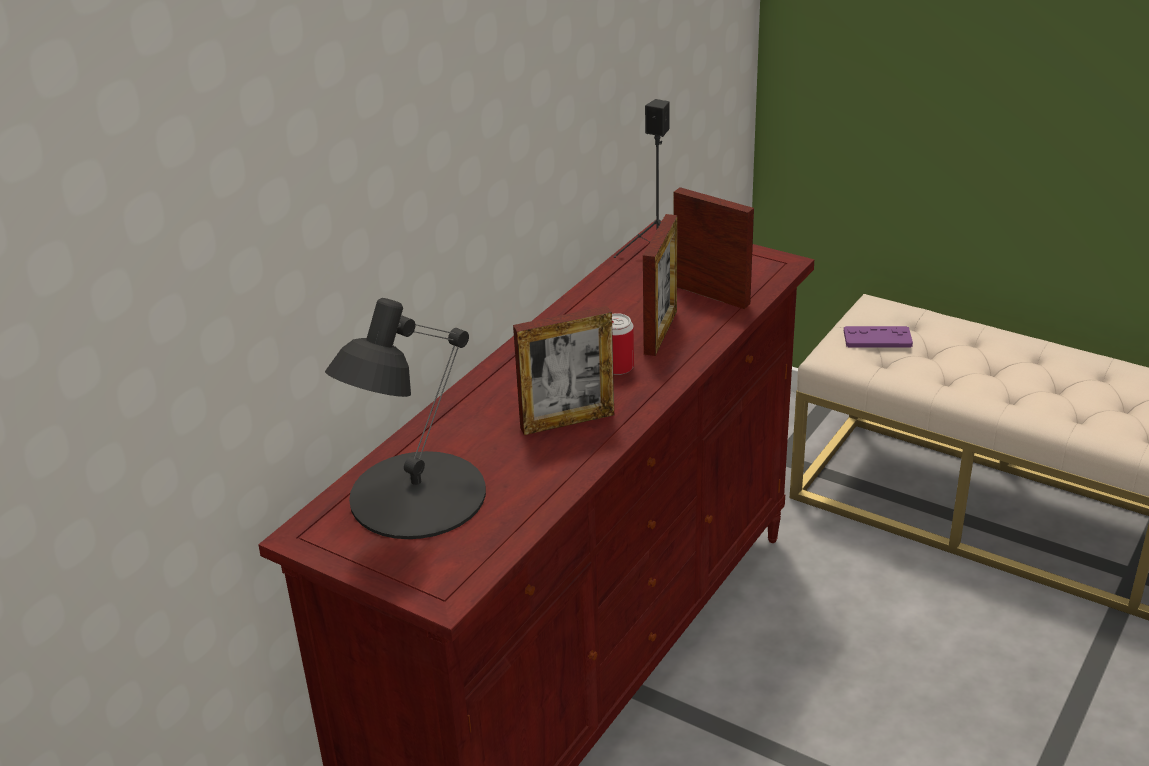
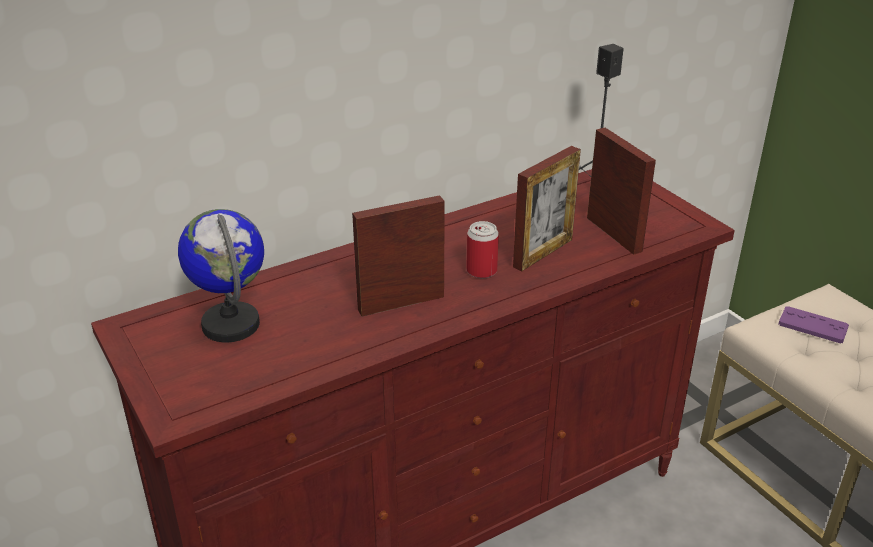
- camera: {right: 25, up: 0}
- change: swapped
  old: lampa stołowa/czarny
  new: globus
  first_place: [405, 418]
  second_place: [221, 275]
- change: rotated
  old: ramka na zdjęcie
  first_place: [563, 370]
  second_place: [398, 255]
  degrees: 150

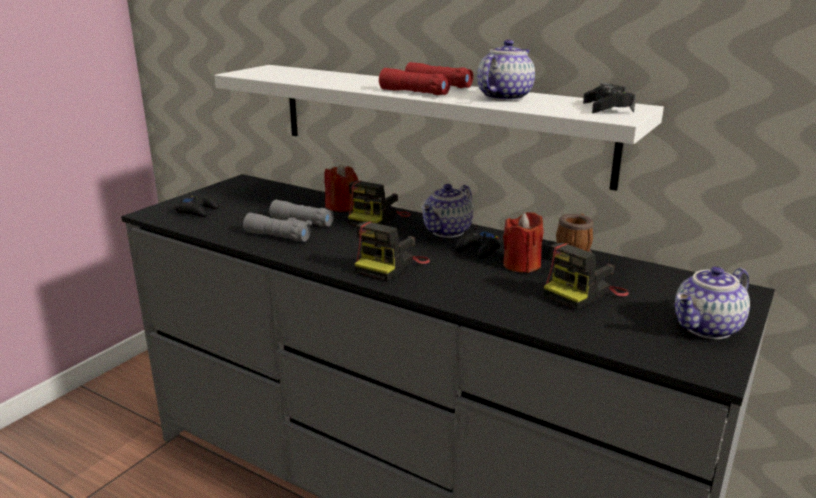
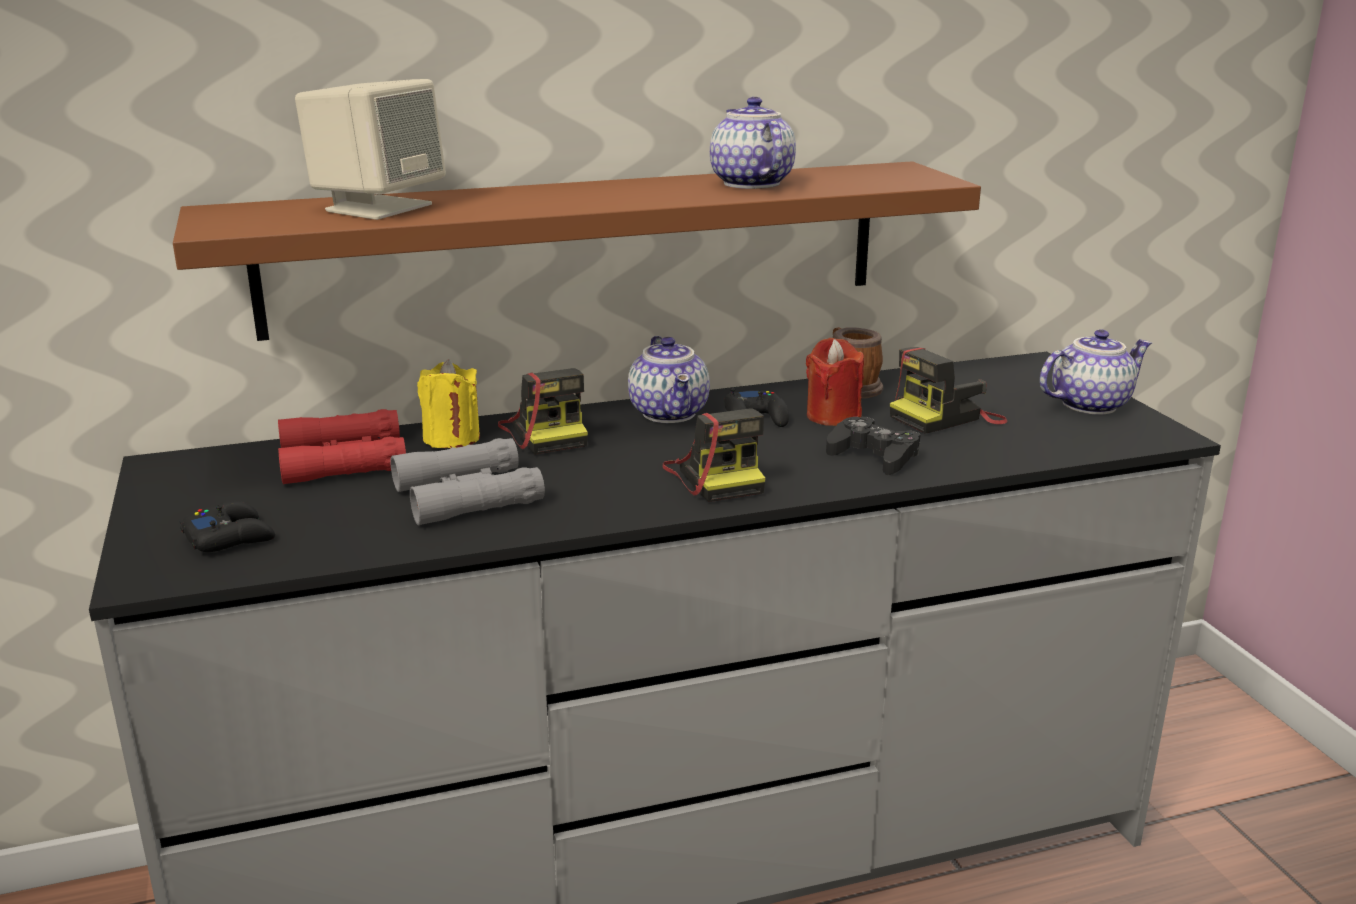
- camera: {right: -50, up: 0}
- change: shifted
  old: lornetka/czerwony
  first_place: [426, 78]
  second_place: [342, 446]
- change: repainted
  old: półka/biały
  new: półka/brązowy
  first_place: [439, 128]
  second_place: [577, 251]
- change: shifted
  old: pad do gier/czarny
  first_place: [609, 98]
  second_place: [873, 446]
- change: repainted
  old: świeca/czerwony
  new: świeca/żółty
  first_place: [341, 188]
  second_place: [448, 403]
- change: rotated
  old: aparat fotograficzny
  first_place: [586, 276]
  second_place: [949, 390]
  degrees: 60
- change: rotated
  old: imbryk
  first_place: [712, 302]
  second_place: [1096, 372]
  degrees: -120
- change: new
  new: głośnik/beżowy
  second_place: [370, 149]

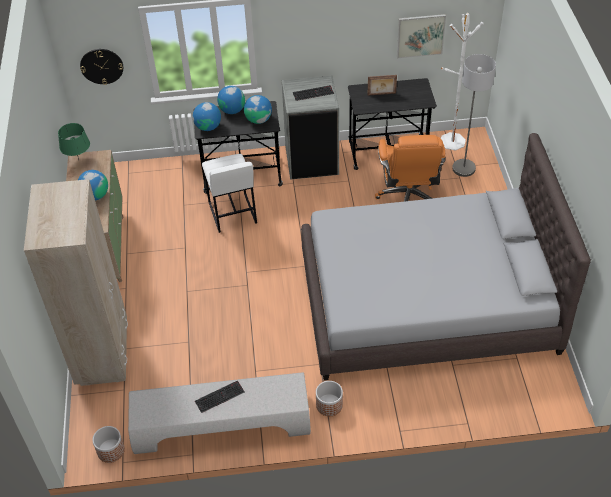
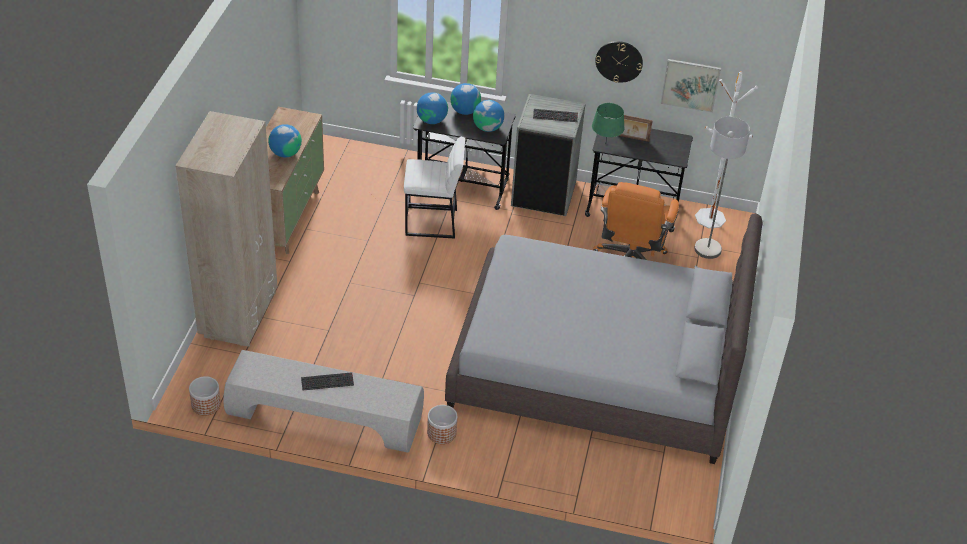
- camera: {right: 15, up: -5}
- change: shifted
  old: zegar ścienny
  first_place: [101, 67]
  second_place: [619, 62]
- change: shifted
  old: lampa stołowa/zielony
  first_place: [74, 141]
  second_place: [608, 122]
- change: rotated
  old: krzesło/biały
  first_place: [229, 193]
  second_place: [434, 188]
  degrees: -90

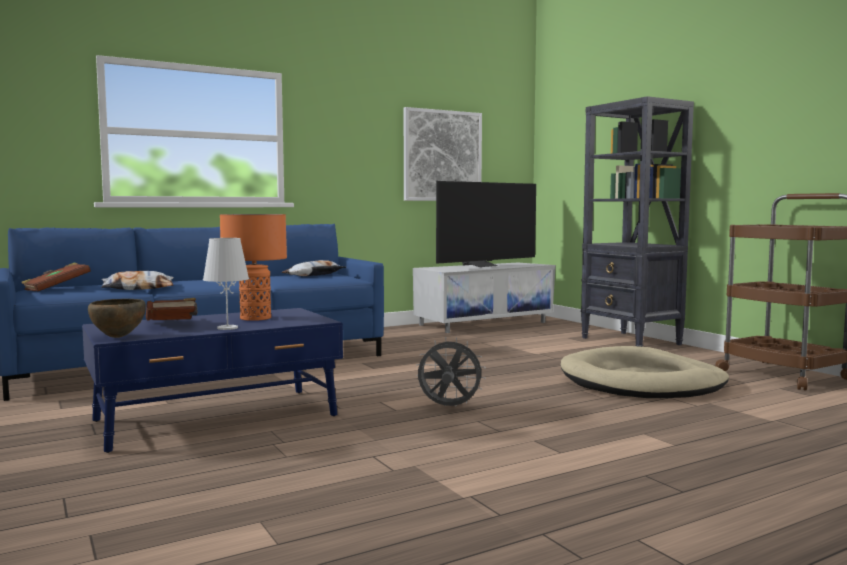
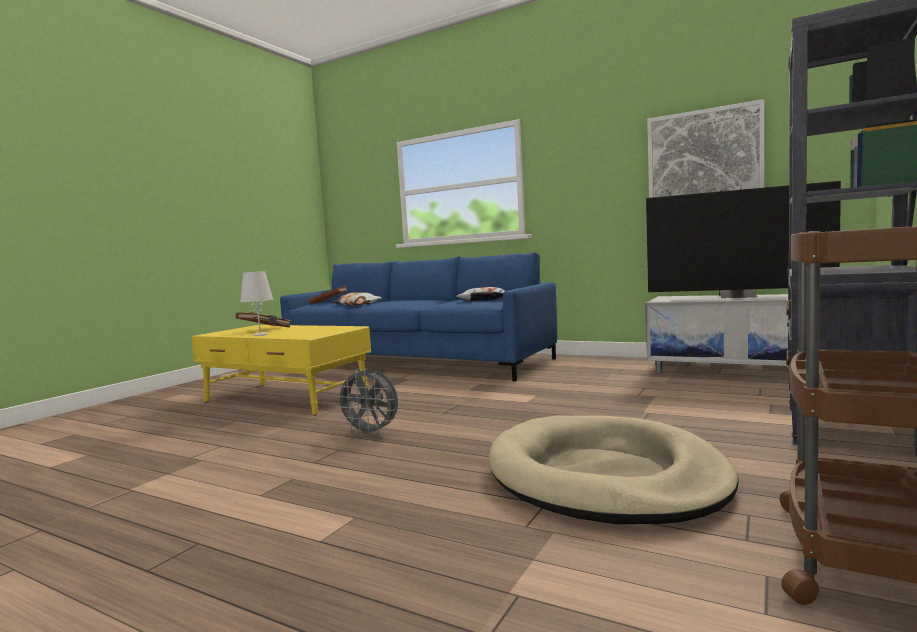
- camera: {right: 60, up: 0}
- change: gone
  old: lampa stołowa/pomarańczowy
  first_place: [253, 267]
- change: gone
  old: miska/brązowy
  first_place: [117, 318]
- change: repainted
  old: ława/niebieski
  new: ława/żółty
  first_place: [212, 380]
  second_place: [281, 370]
- change: rotated
  old: wentylator/szary
  first_place: [451, 371]
  second_place: [366, 402]
  degrees: 135

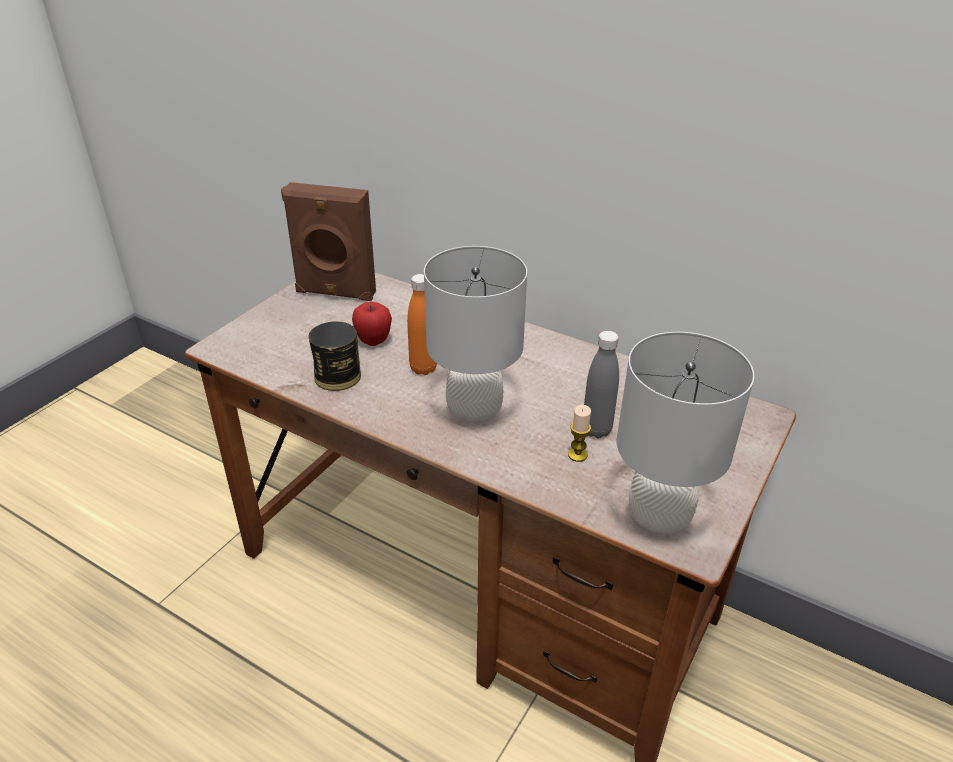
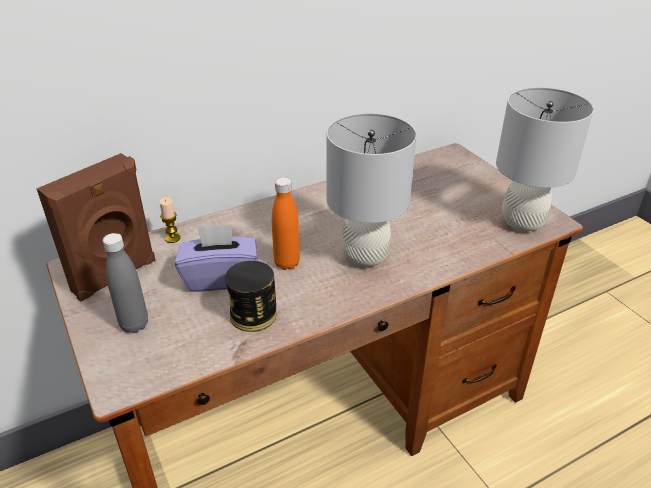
- camera: {right: -60, up: 0}
- change: swapped
  old: jabłko
  new: pudełko chusteczek/fioletowy
  first_place: [372, 324]
  second_place: [216, 258]
- change: shifted
  old: butelka/szary
  first_place: [601, 384]
  second_place: [125, 283]
- change: shifted
  old: świeca
  first_place: [579, 433]
  second_place: [169, 220]

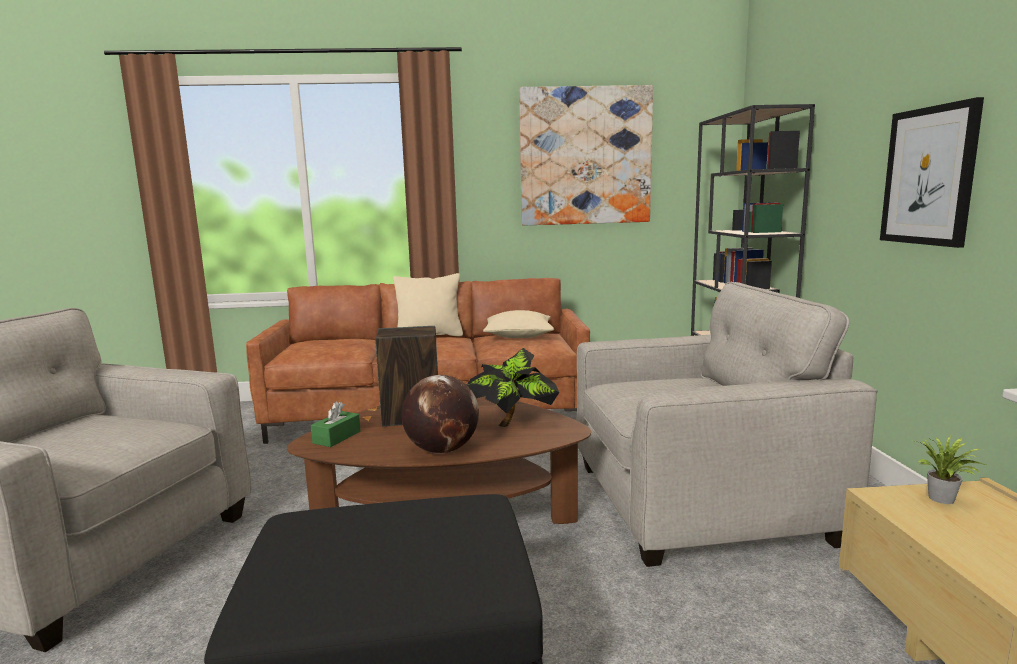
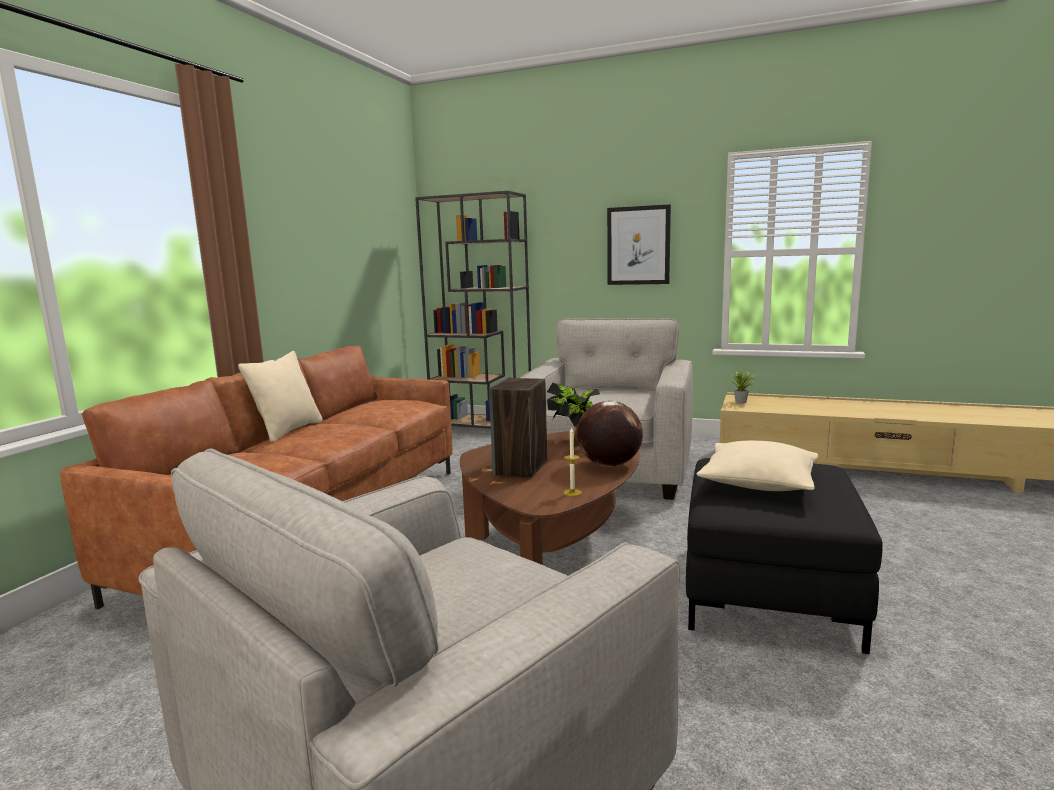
- camera: {right: -65, up: 0}
- change: gone
  old: obraz
  first_place: [586, 155]
- change: shifted
  old: poduszka/beżowy
  first_place: [518, 324]
  second_place: [757, 466]
- change: gone
  old: pudełko chusteczek/zielony
  first_place: [335, 424]
- change: new
  new: świeca
  second_place: [573, 461]

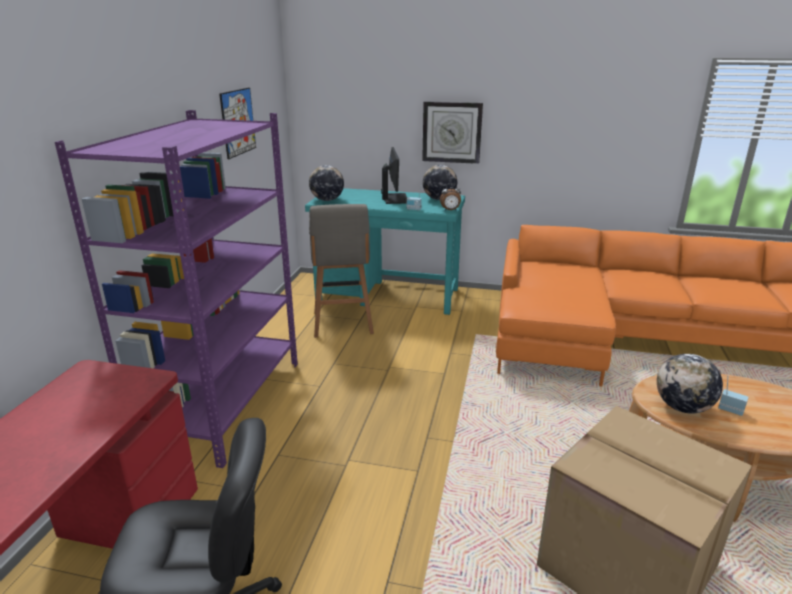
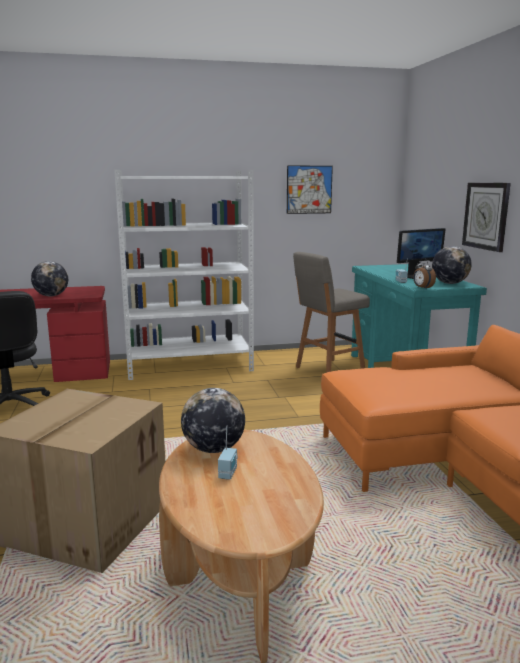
- camera: {right: 65, up: -10}
- change: repainted
  old: regał/fioletowy
  new: regał/biały
  first_place: [176, 289]
  second_place: [184, 275]
- change: shifted
  old: globus
  first_place: [326, 183]
  second_place: [49, 278]

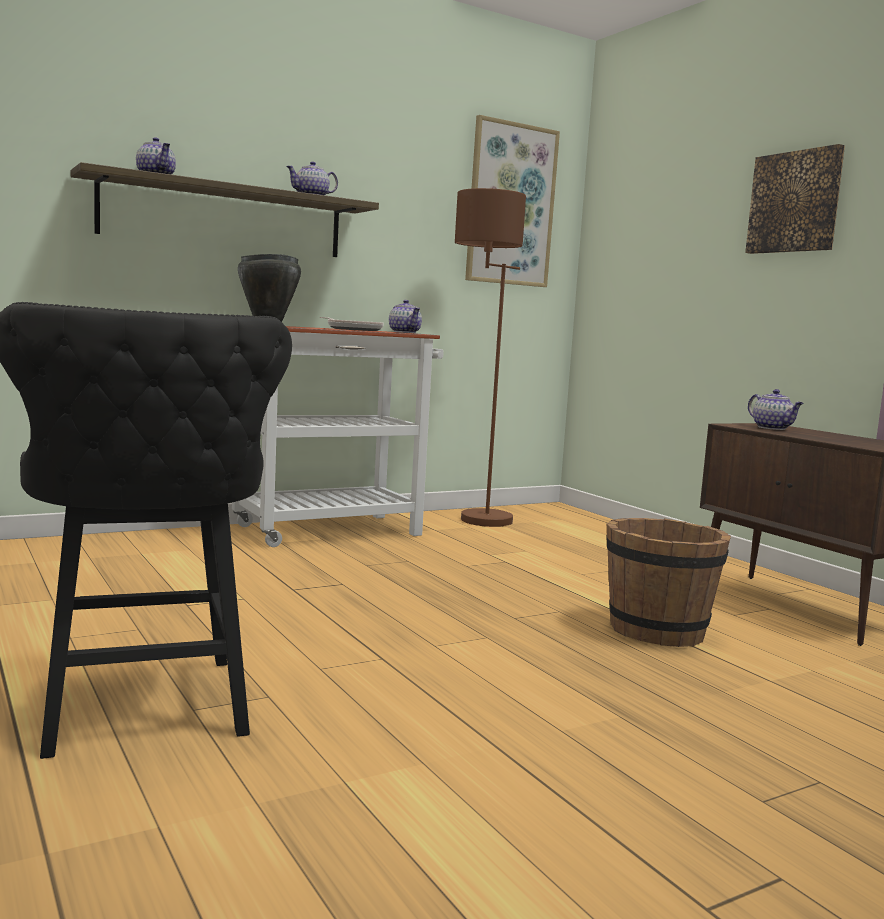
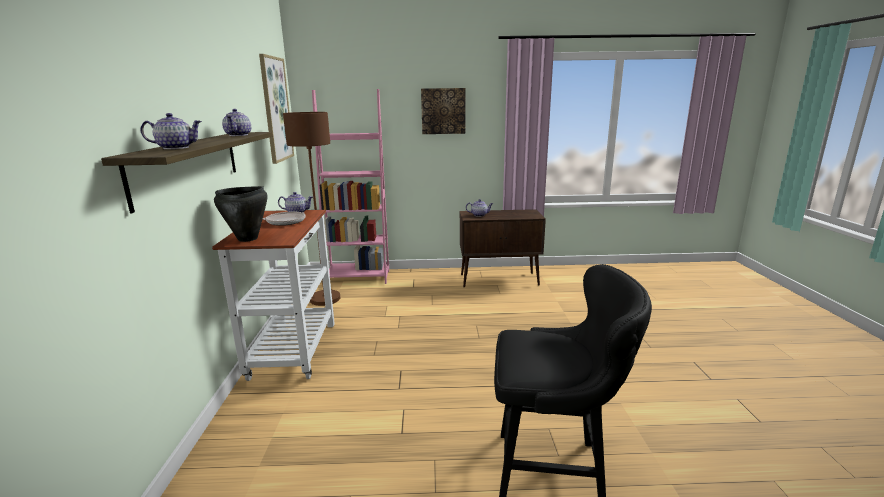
- camera: {right: -60, up: 10}
- change: gone
  old: wiadro/brązowy
  first_place: [668, 582]
- change: new
  new: regał/różowy
  second_place: [350, 186]

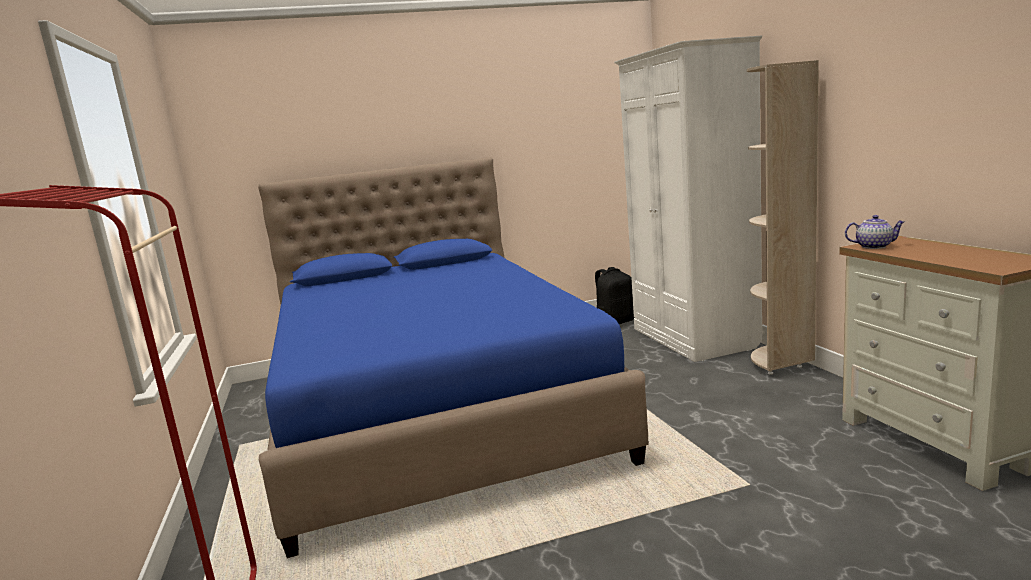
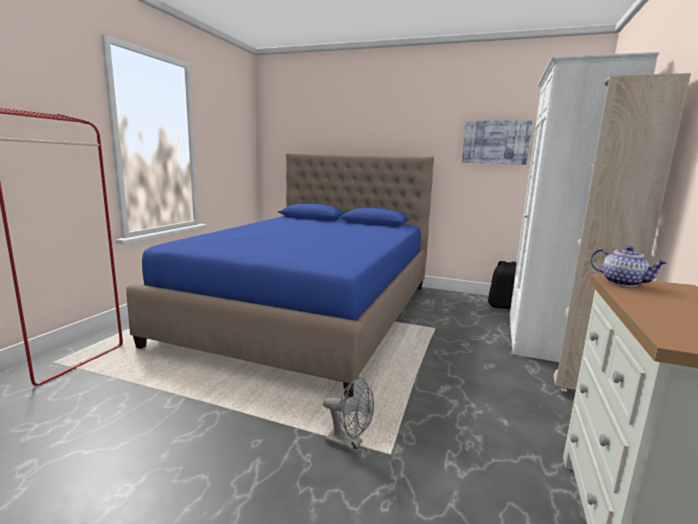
- camera: {right: 35, up: 0}
- change: new
  new: obraz
  second_place: [497, 142]
- change: new
  new: wentylator/szary
  second_place: [348, 415]

